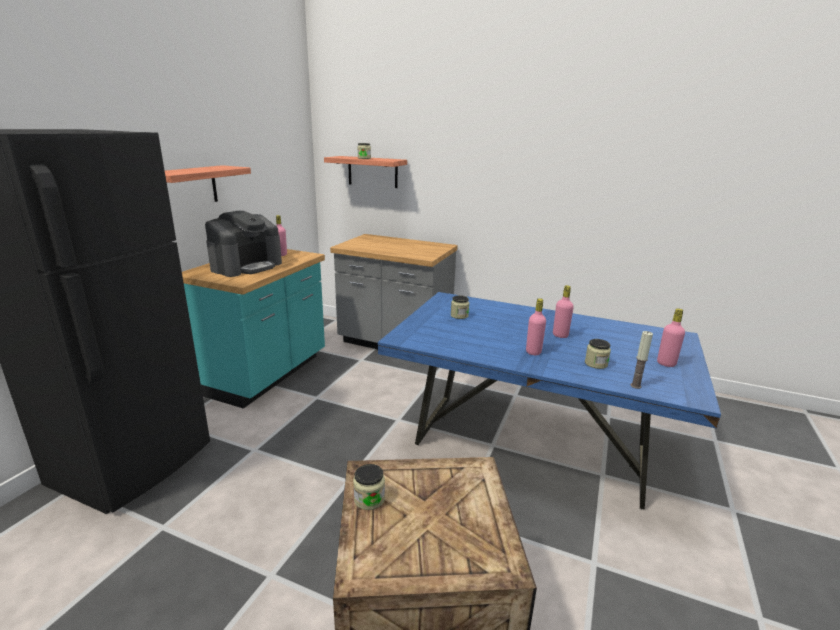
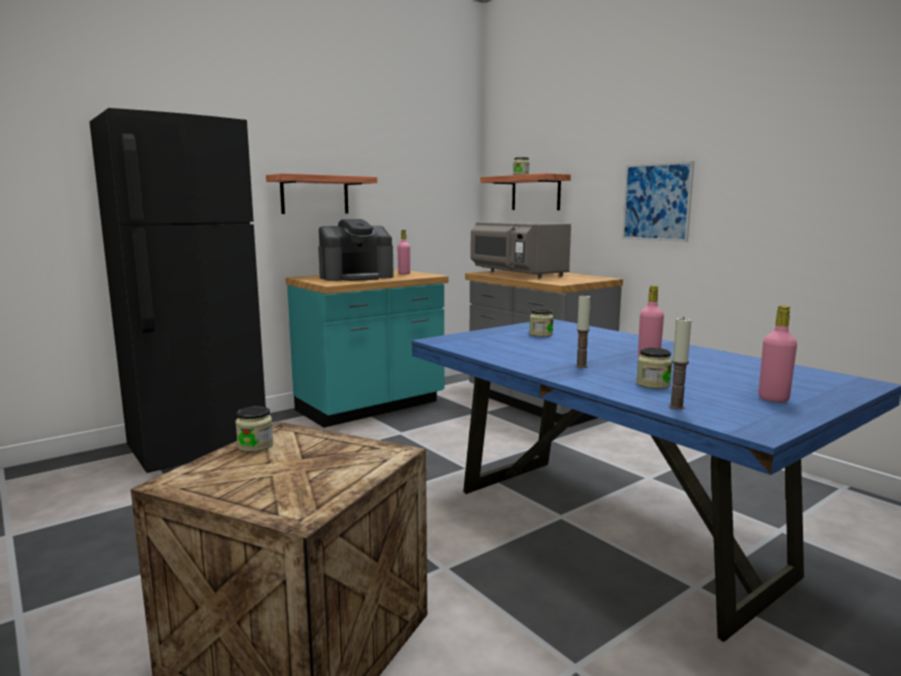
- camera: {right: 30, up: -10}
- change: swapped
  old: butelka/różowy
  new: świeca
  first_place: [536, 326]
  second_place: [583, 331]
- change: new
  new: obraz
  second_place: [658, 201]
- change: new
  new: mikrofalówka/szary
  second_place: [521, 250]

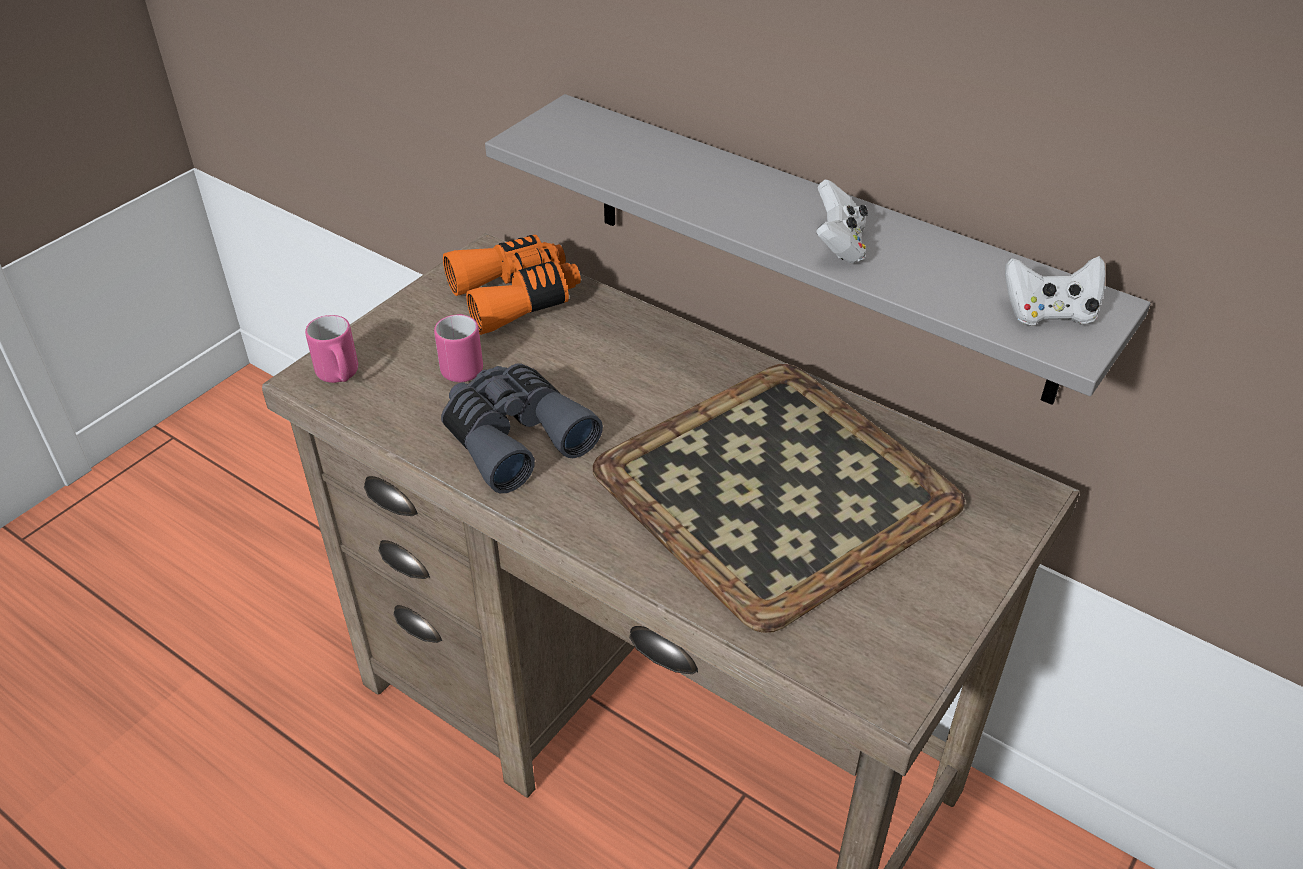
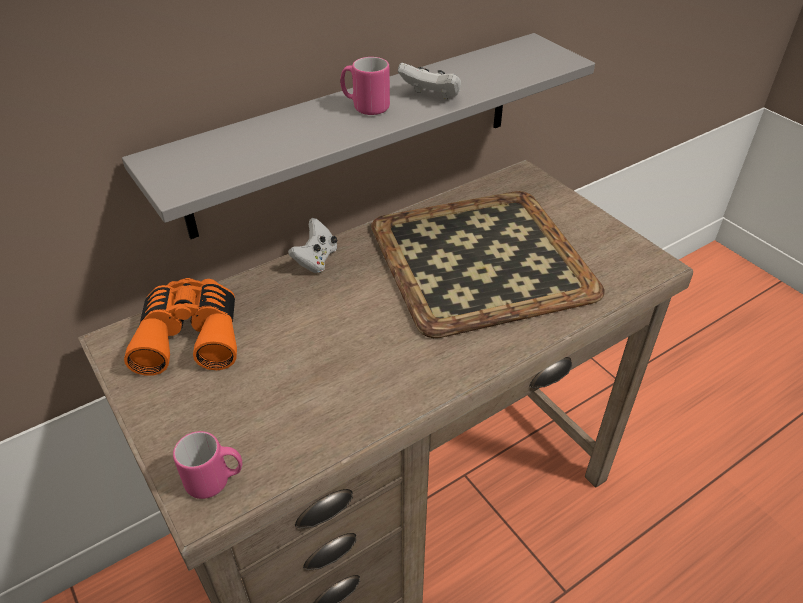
- camera: {right: -70, up: 0}
- change: shifted
  old: pad do gier/biały
  first_place: [1055, 291]
  second_place: [313, 245]
- change: shifted
  old: kubek/różowy
  first_place: [458, 348]
  second_place: [365, 86]
- change: gone
  old: lornetka/szary
  first_place: [522, 428]

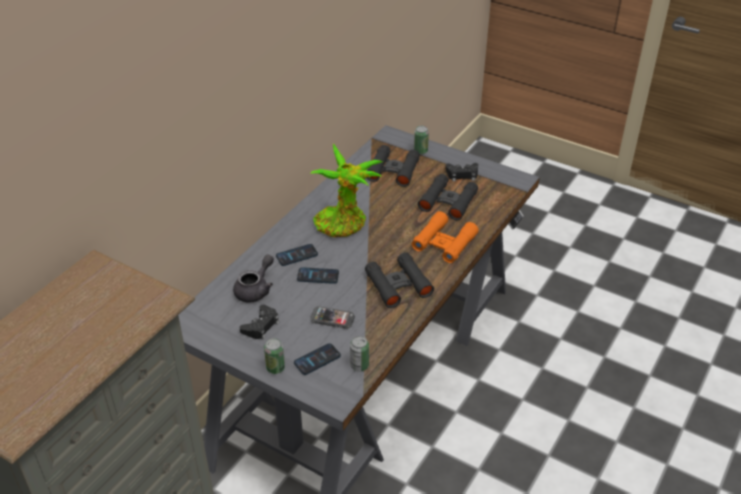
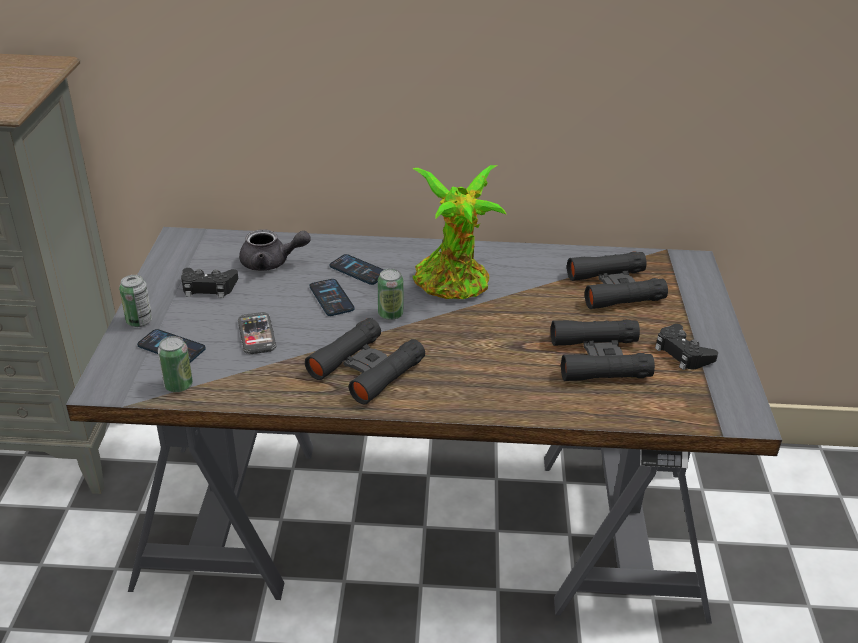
- camera: {right: 60, up: -5}
- change: shifted
  old: puszka
  first_place: [421, 140]
  second_place: [391, 294]
- change: gone
  old: lornetka/pomarańczowy
  first_place: [445, 237]

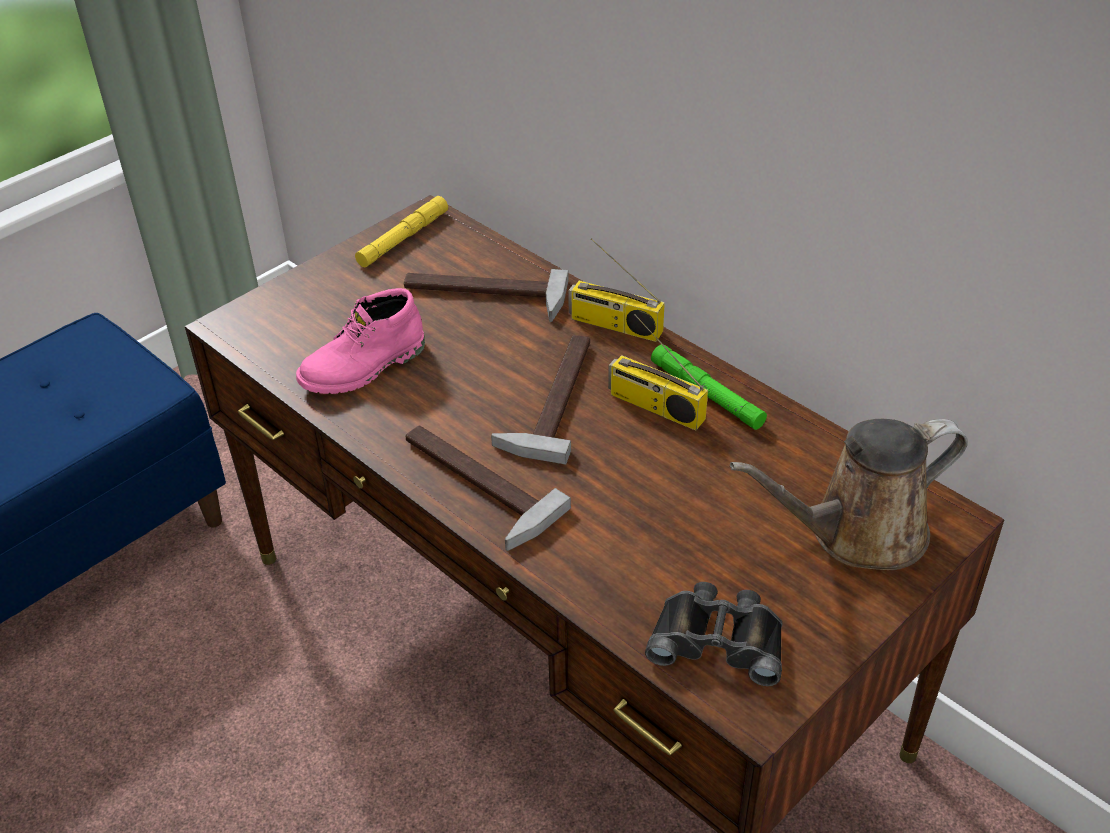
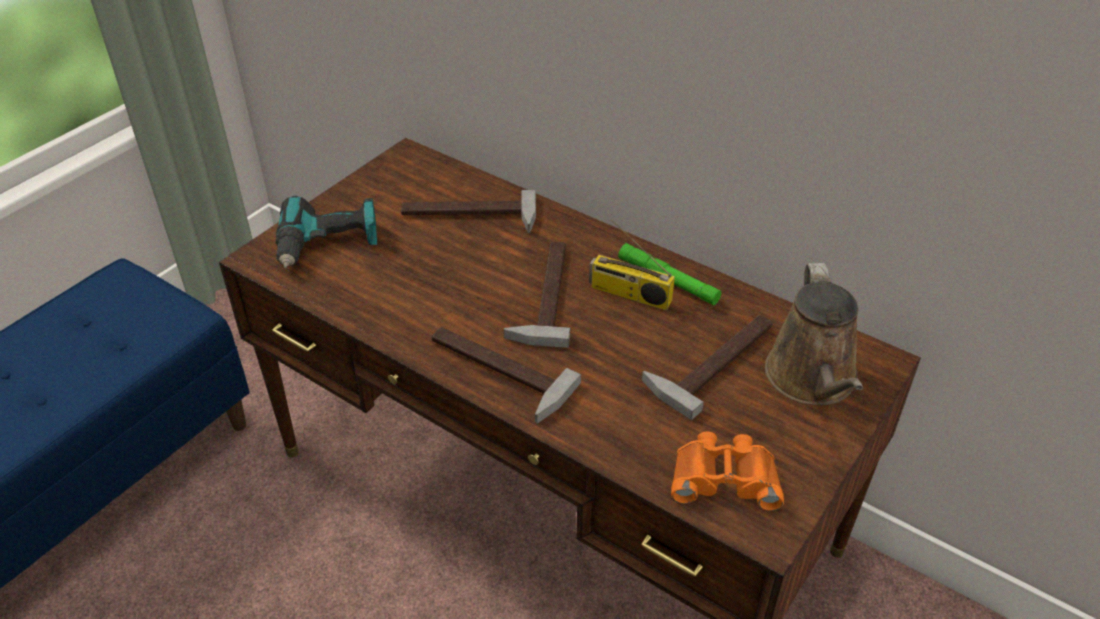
- camera: {right: -10, up: 0}
- change: gone
  old: latarka/żółty
  first_place: [401, 231]
- change: gone
  old: radio
  first_place: [616, 290]
- change: gone
  old: but z cholewką/różowy
  first_place: [360, 341]
- change: rotated
  old: konewka/brązowy
  first_place: [849, 494]
  second_place: [814, 334]
  degrees: -60
- change: repainted
  old: lornetka/czarny
  new: lornetka/pomarańczowy
  first_place: [713, 634]
  second_place: [727, 471]
- change: new
  new: wiertarka
  second_place: [326, 232]
- change: new
  new: młotek
  second_place: [707, 367]

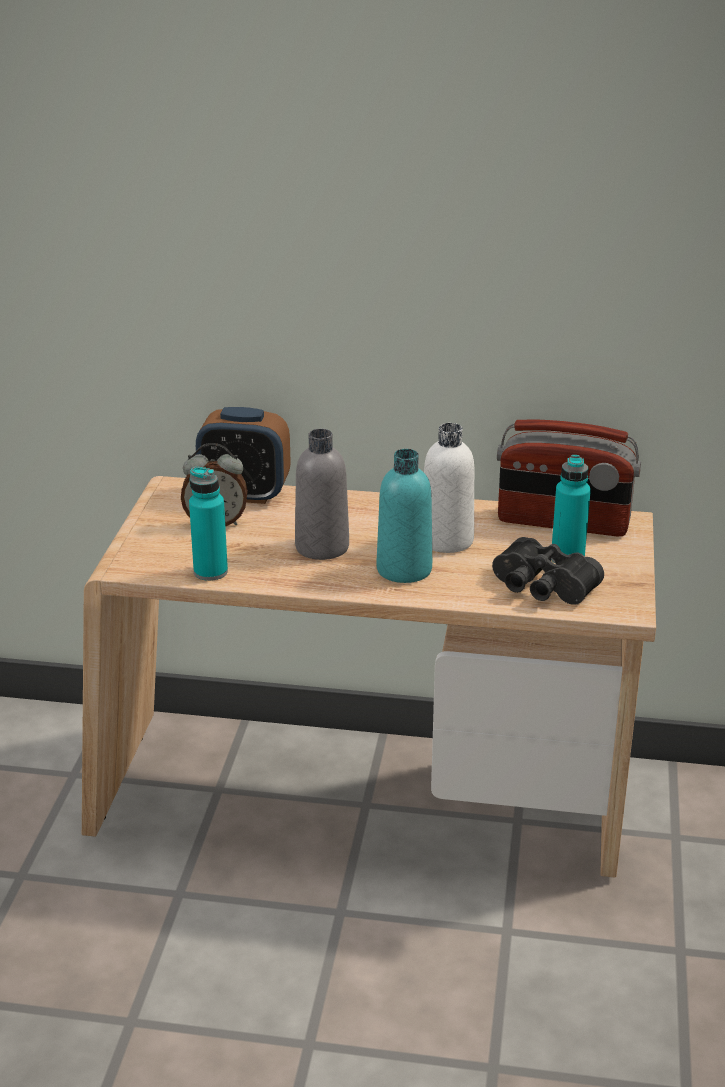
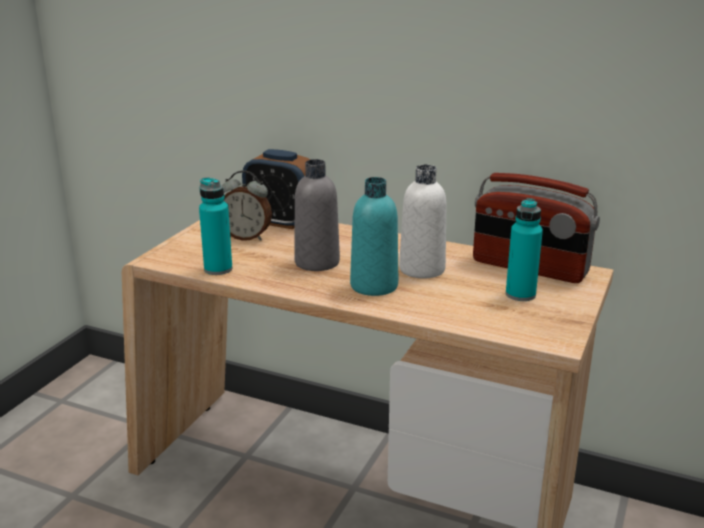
- camera: {right: 15, up: -5}
- change: gone
  old: lornetka/czarny
  first_place: [548, 571]

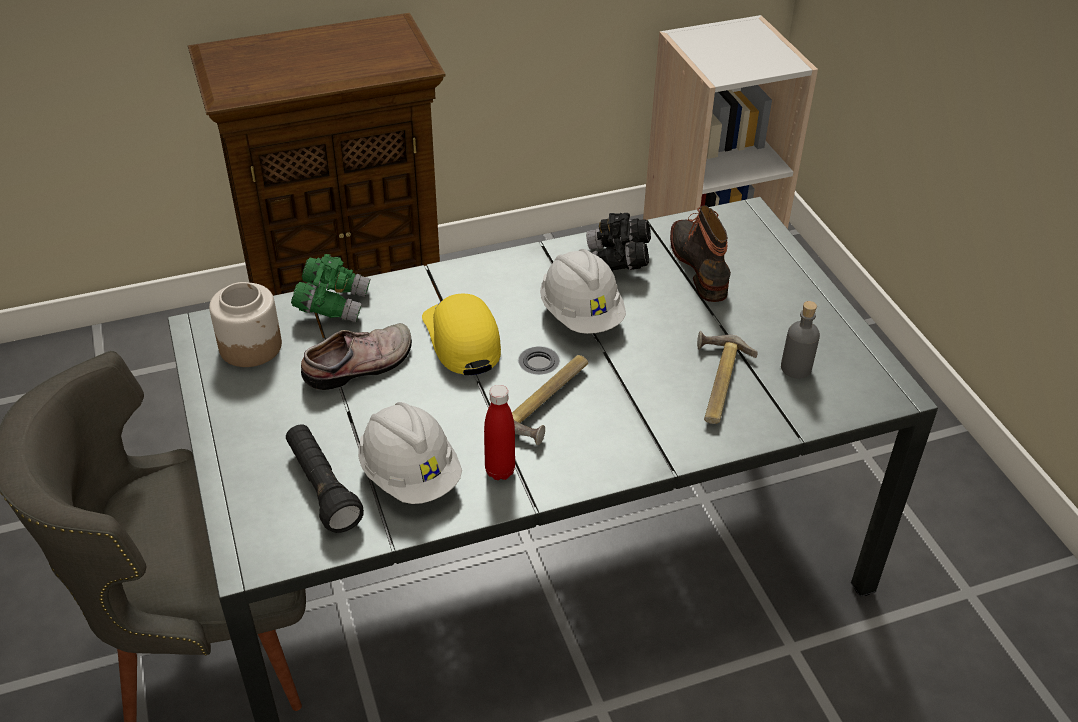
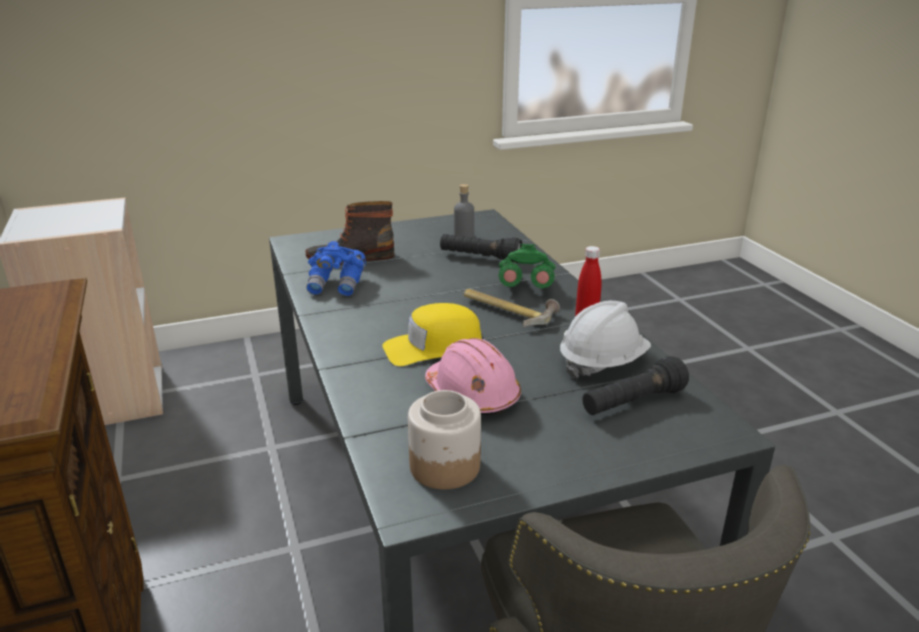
- camera: {right: -90, up: -15}
- change: repainted
  old: lornetka/czarny
  new: lornetka/niebieski
  first_place: [618, 242]
  second_place: [336, 268]
- change: gone
  old: kask/biały
  first_place: [583, 291]
- change: shifted
  old: lornetka/zielony
  first_place: [330, 288]
  second_place: [527, 266]
- change: swapped
  old: but
  new: kask/różowy
  first_place: [356, 356]
  second_place: [473, 376]
- change: swapped
  old: młotek
  new: latarka/czarny
  first_place: [727, 377]
  second_place: [481, 248]

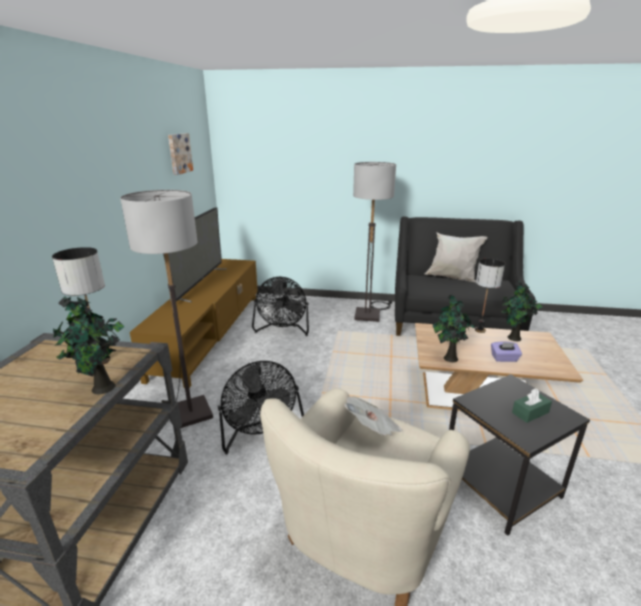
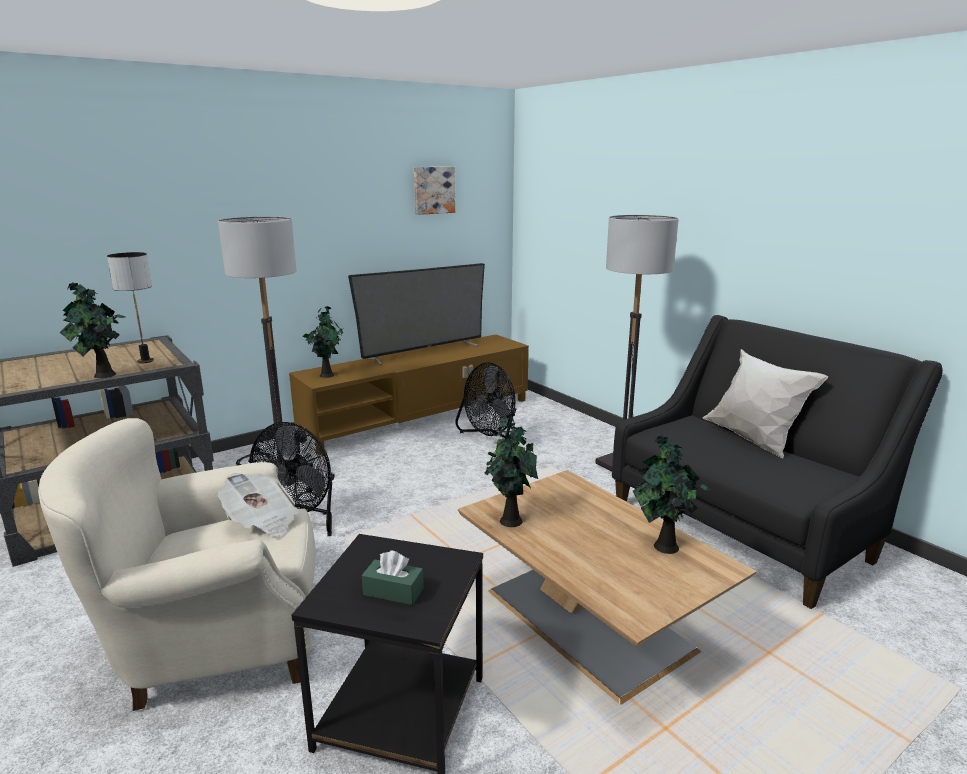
- camera: {right: 45, up: -5}
- change: gone
  old: lampa stołowa
  first_place: [490, 296]
- change: gone
  old: pudełko chusteczek/fioletowy
  first_place: [506, 351]
- change: new
  new: roślina doniczkowa
  second_place: [323, 342]

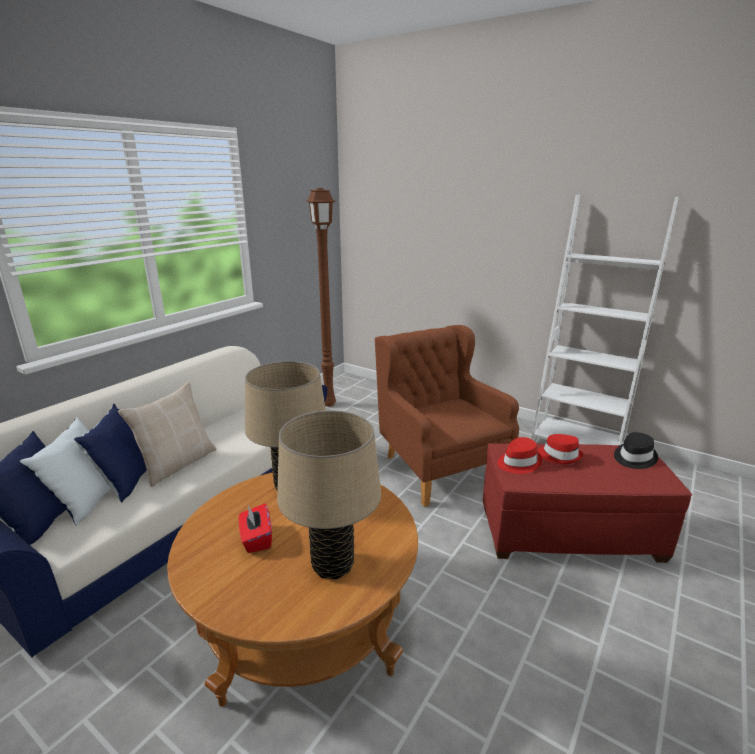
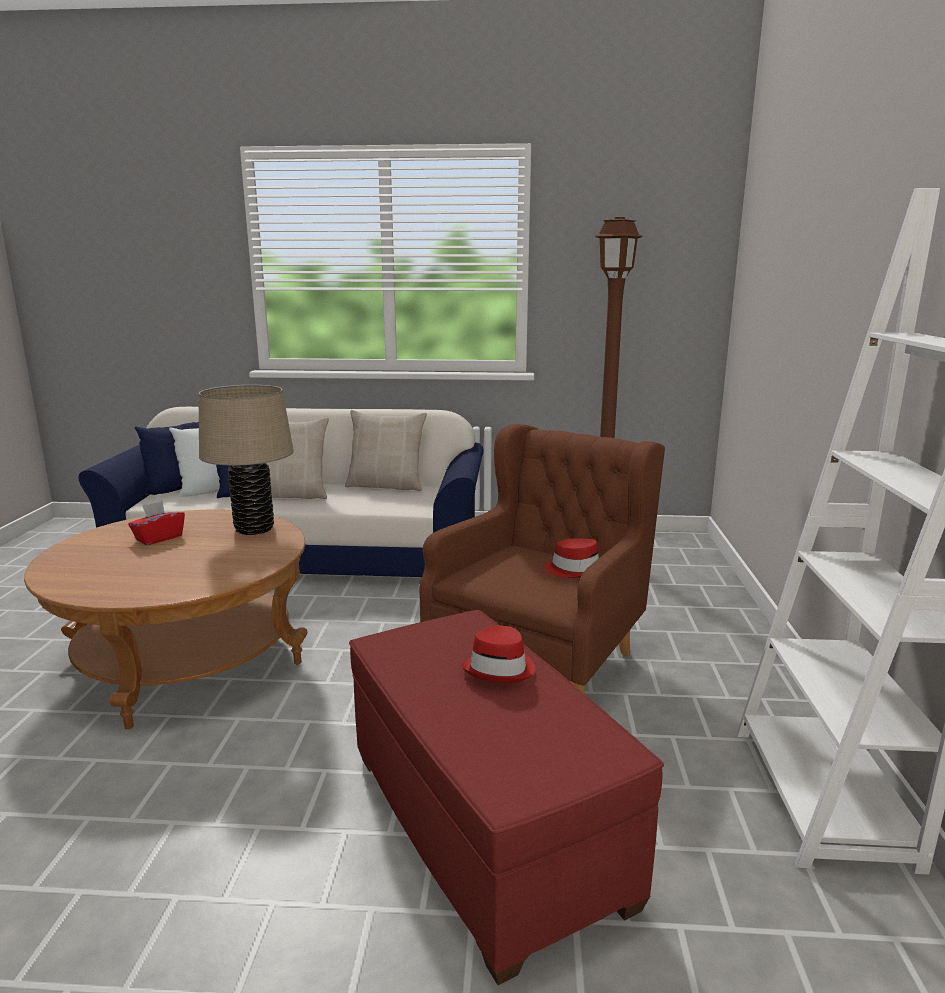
- camera: {right: 60, up: -5}
- change: gone
  old: lampa stołowa/beżowy
  first_place: [329, 494]
- change: gone
  old: kapelusz/czarny
  first_place: [636, 450]
- change: shifted
  old: kapelusz/czerwony
  first_place: [520, 455]
  second_place: [571, 558]
- change: new
  new: poduszka/beżowy
  second_place: [386, 450]

